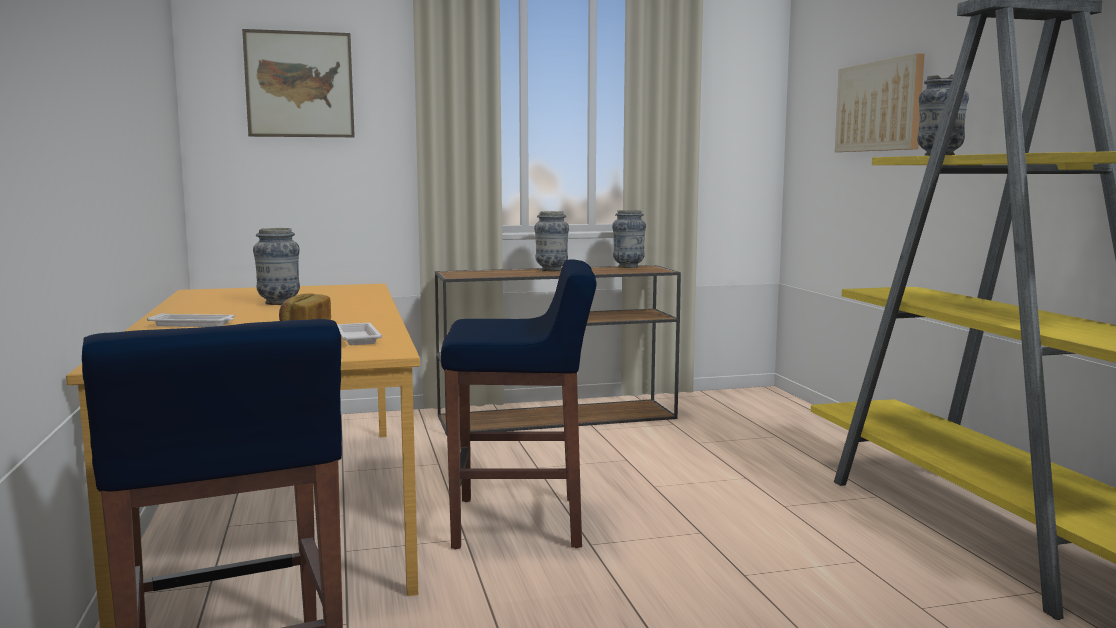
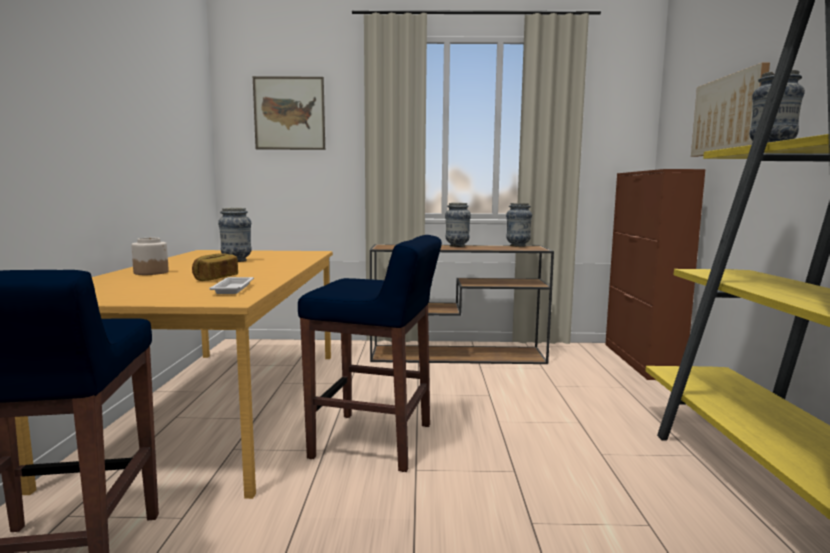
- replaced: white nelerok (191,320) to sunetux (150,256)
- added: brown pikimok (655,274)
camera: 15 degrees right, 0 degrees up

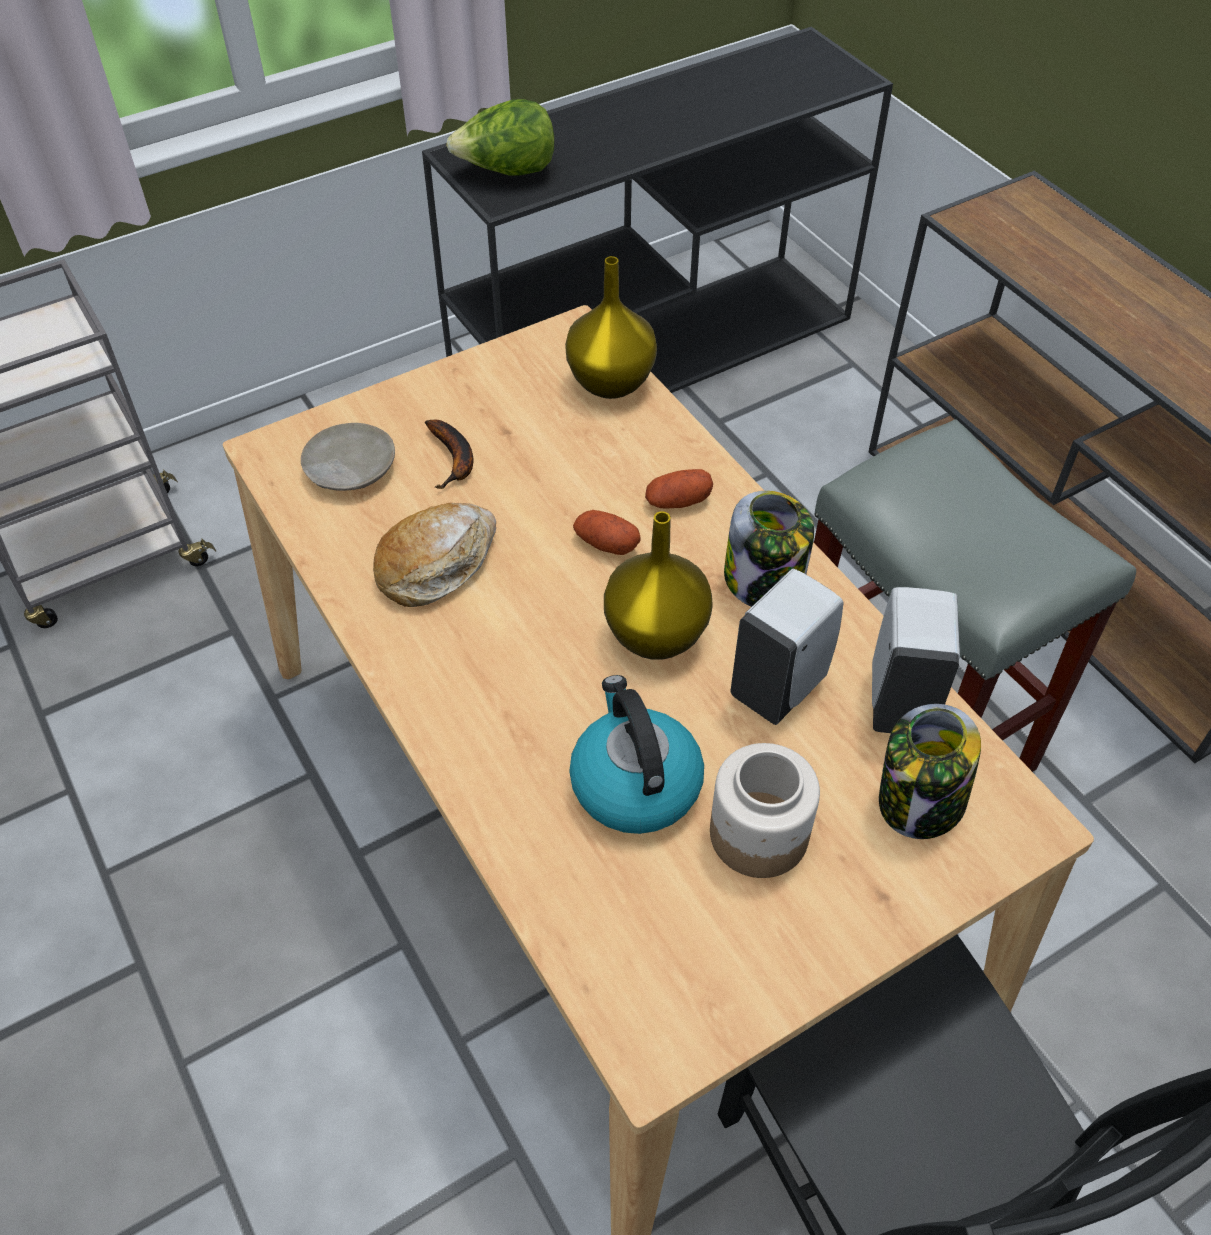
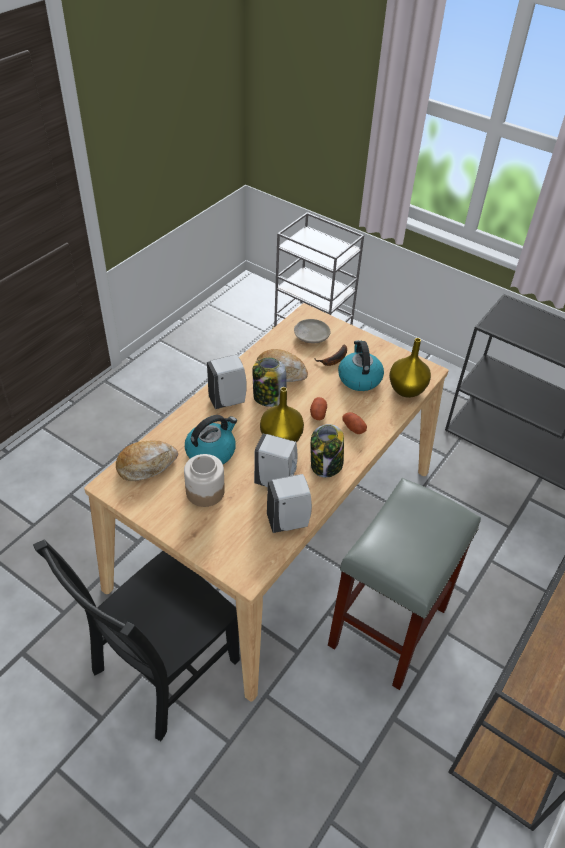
- removed: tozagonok (500,137)
- moved: sunetux (930,771) to (270,382)
- added: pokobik (147,460)
- added: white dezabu (227,381)
- added: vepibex (361,365)
camera: 65 degrees right, 5 degrees down

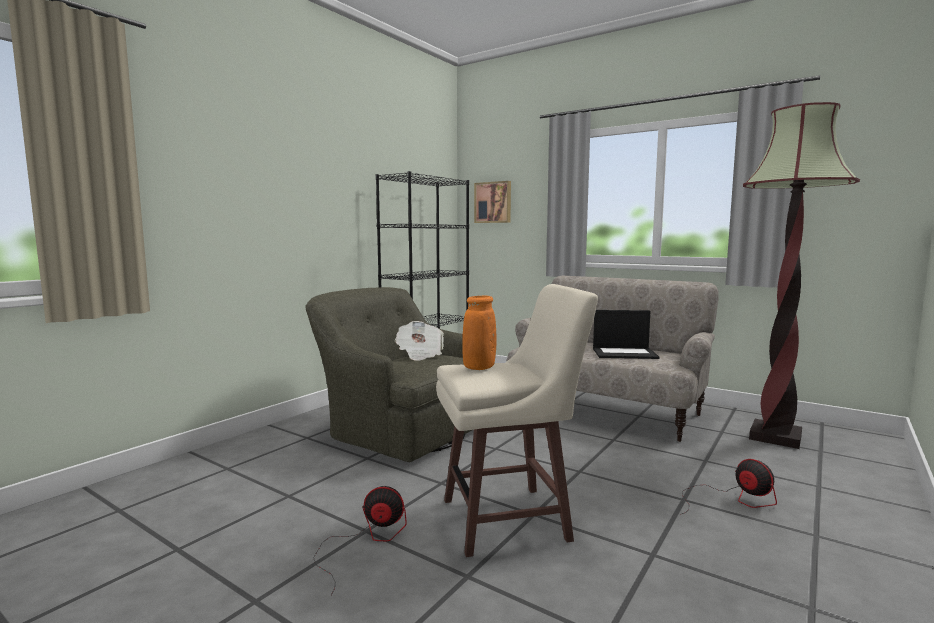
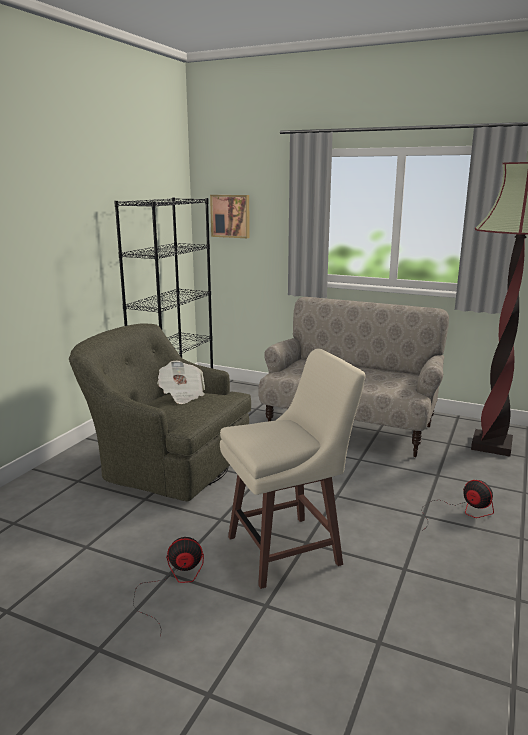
- removed: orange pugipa (479,333)
- removed: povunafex (626,334)
camera: 10 degrees left, 10 degrees up

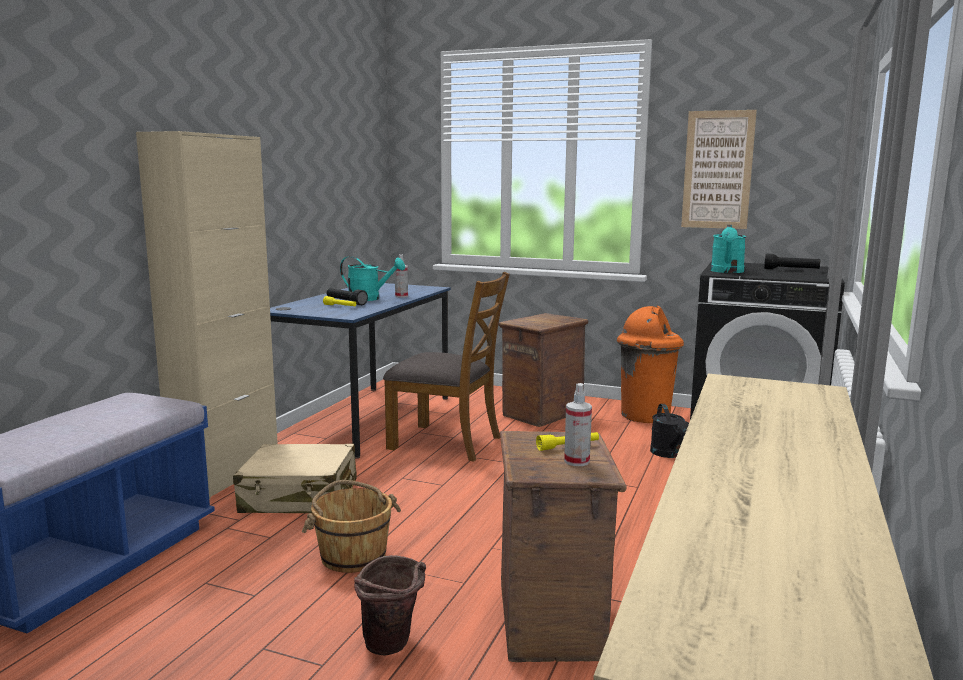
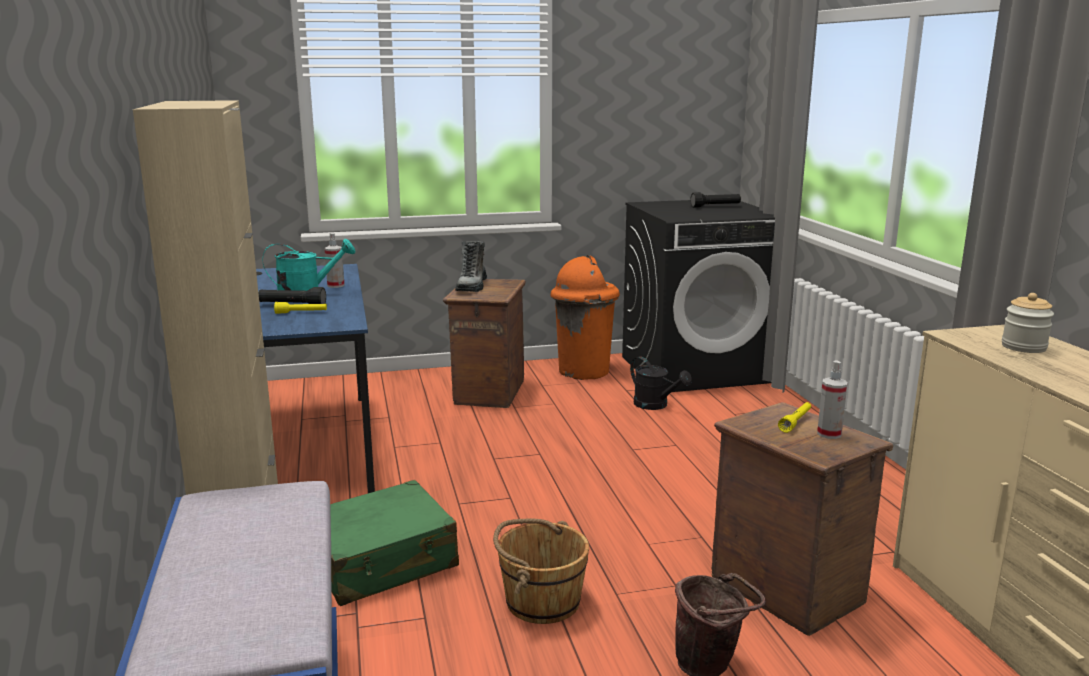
- recoloured: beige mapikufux (295,478) to green mapikufux (394,543)
- removed: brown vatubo (446,366)
- removed: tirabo (719,169)
- removed: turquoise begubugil (728,249)
- added: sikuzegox (471,266)
- added: sunetux (1028,323)
camera: 35 degrees left, 5 degrees up

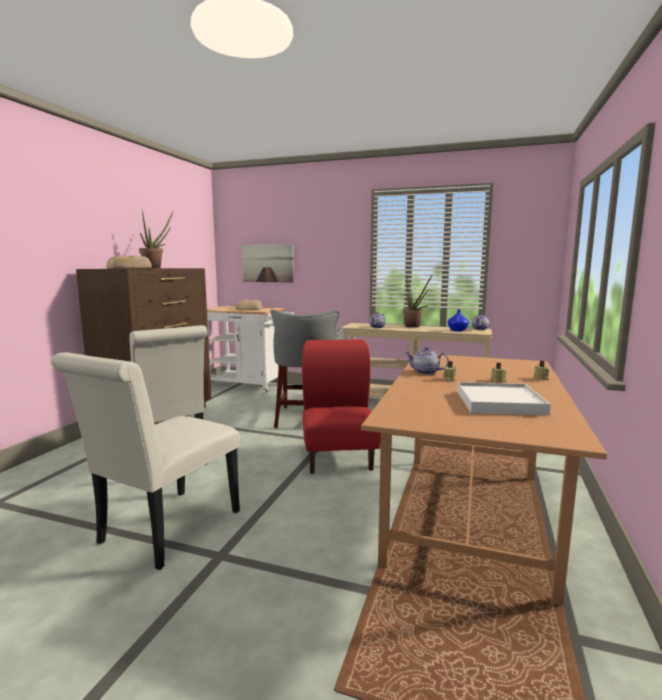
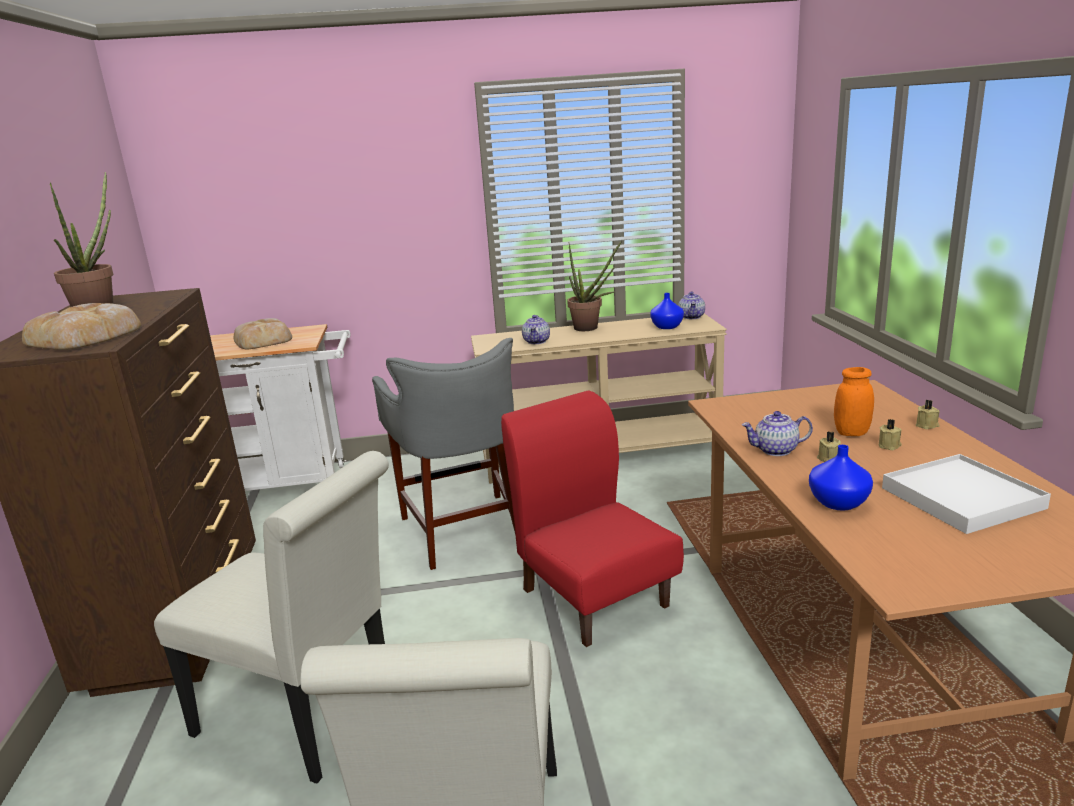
- removed: tirabo (268,263)
- added: blue pugipa (841,478)
- added: orange sunetux (854,401)
camera: 25 degrees left, 10 degrees up

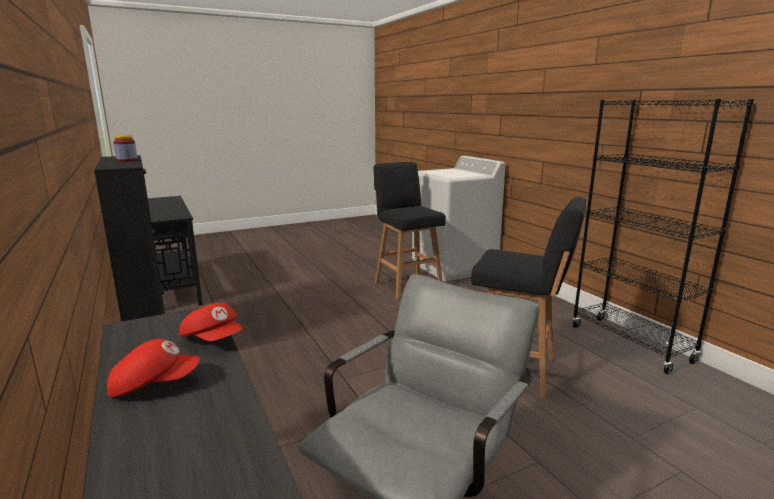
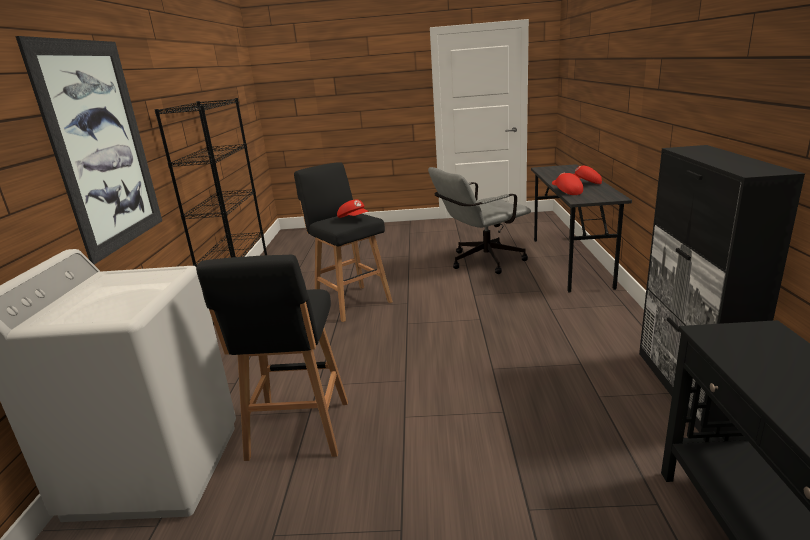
- removed: sunetux (125,148)
- added: tirabo (88,150)
- added: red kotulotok (352,209)
camera: 150 degrees left, 5 degrees up

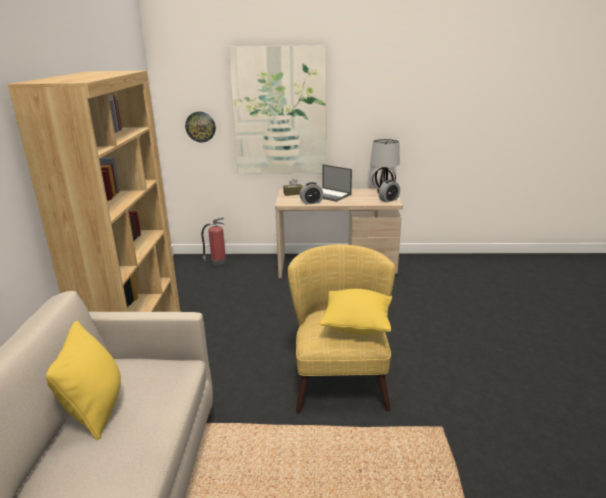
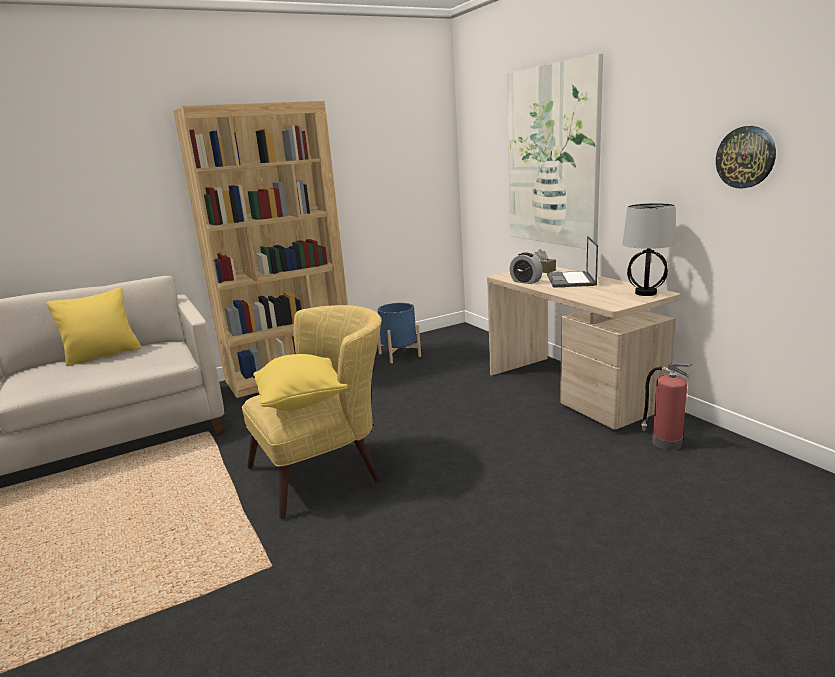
- moved: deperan (200,127) to (746,157)
- moved: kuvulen (214,241) to (667,406)
- removed: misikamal (389,191)
- added: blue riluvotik (399,333)
camera: 60 degrees right, 5 degrees down

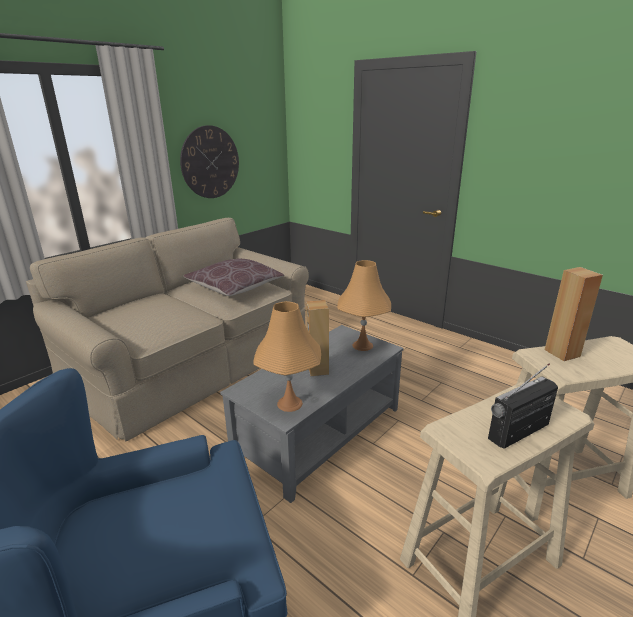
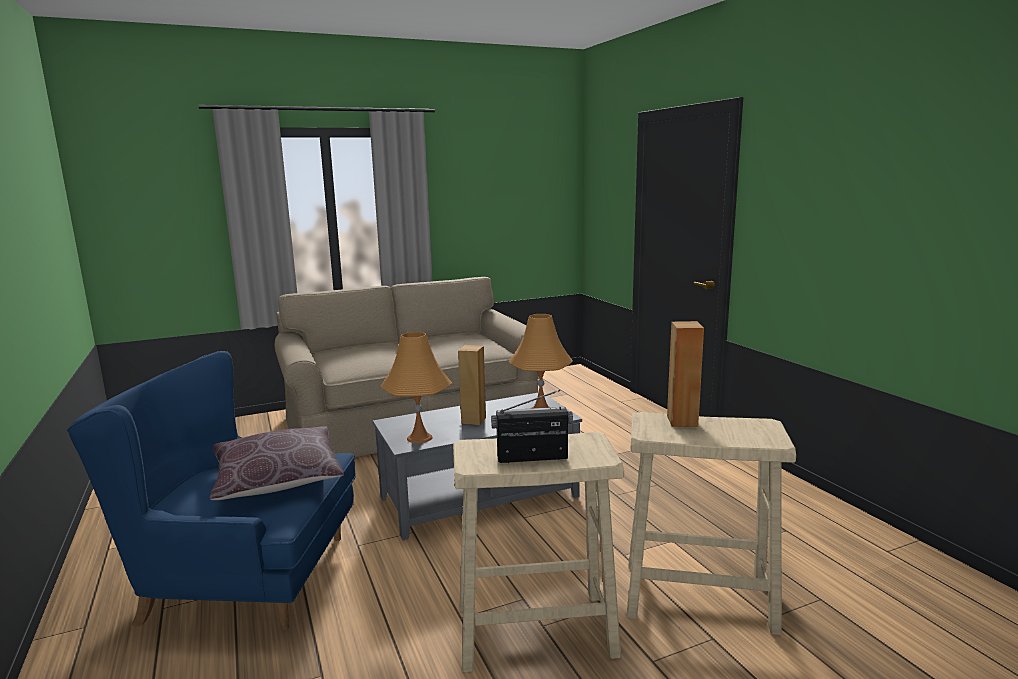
- removed: deperan (209,161)
- moved: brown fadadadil (234,277) to (277,463)
camera: 25 degrees right, 10 degrees down

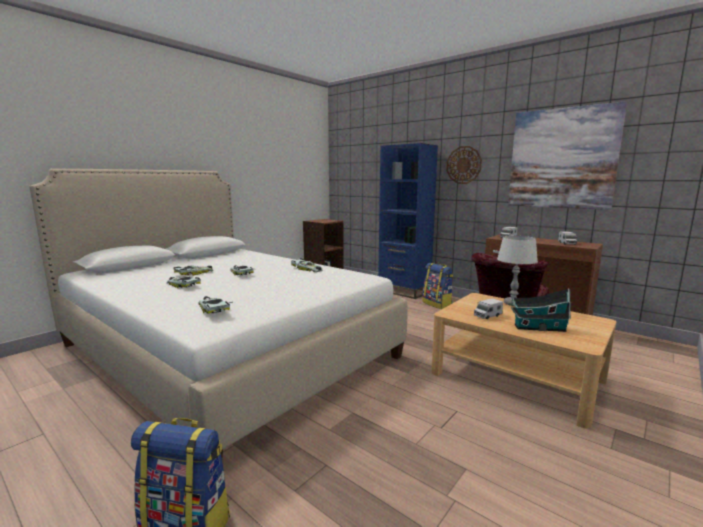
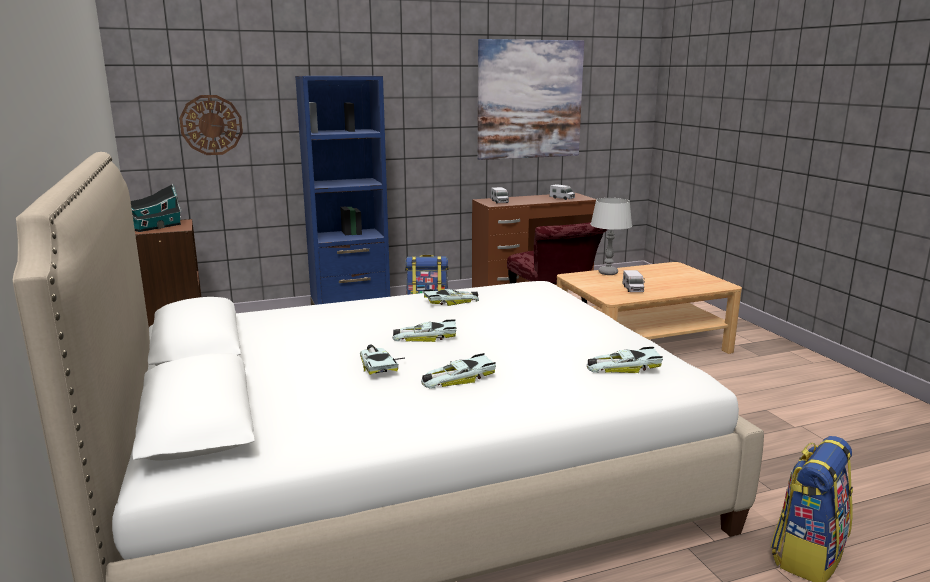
- moved: deperan (464,165) to (211,125)
- moved: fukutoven (541,310) to (156,208)
camera: 60 degrees left, 5 degrees up

